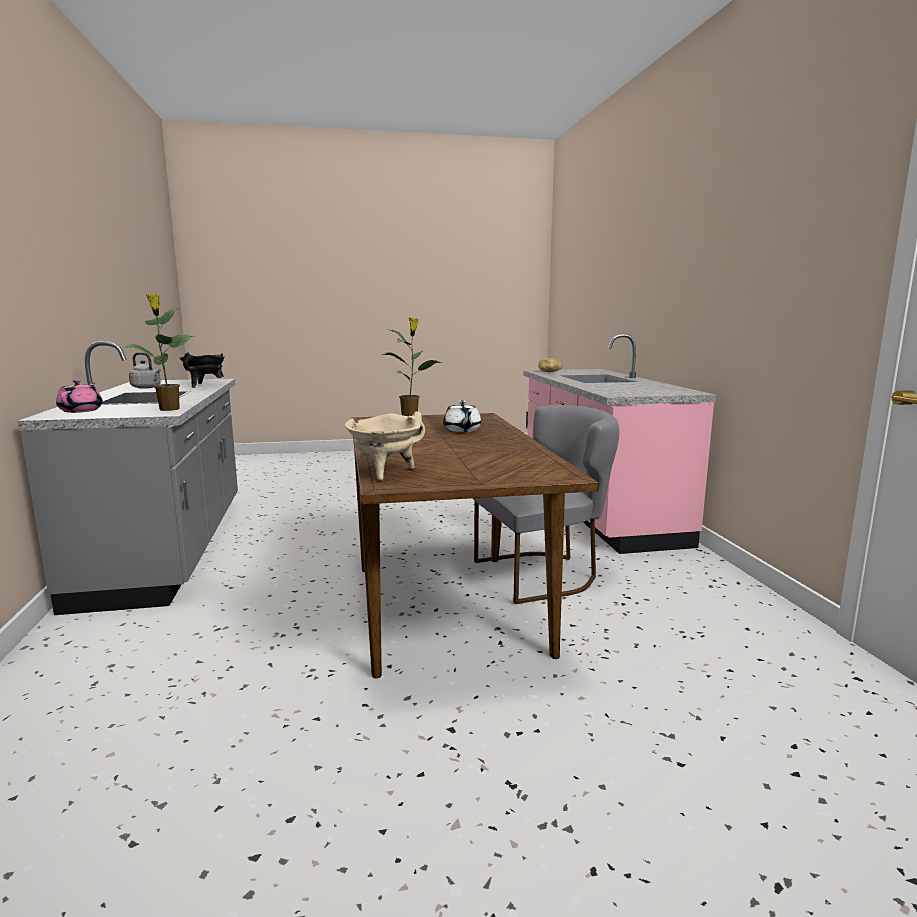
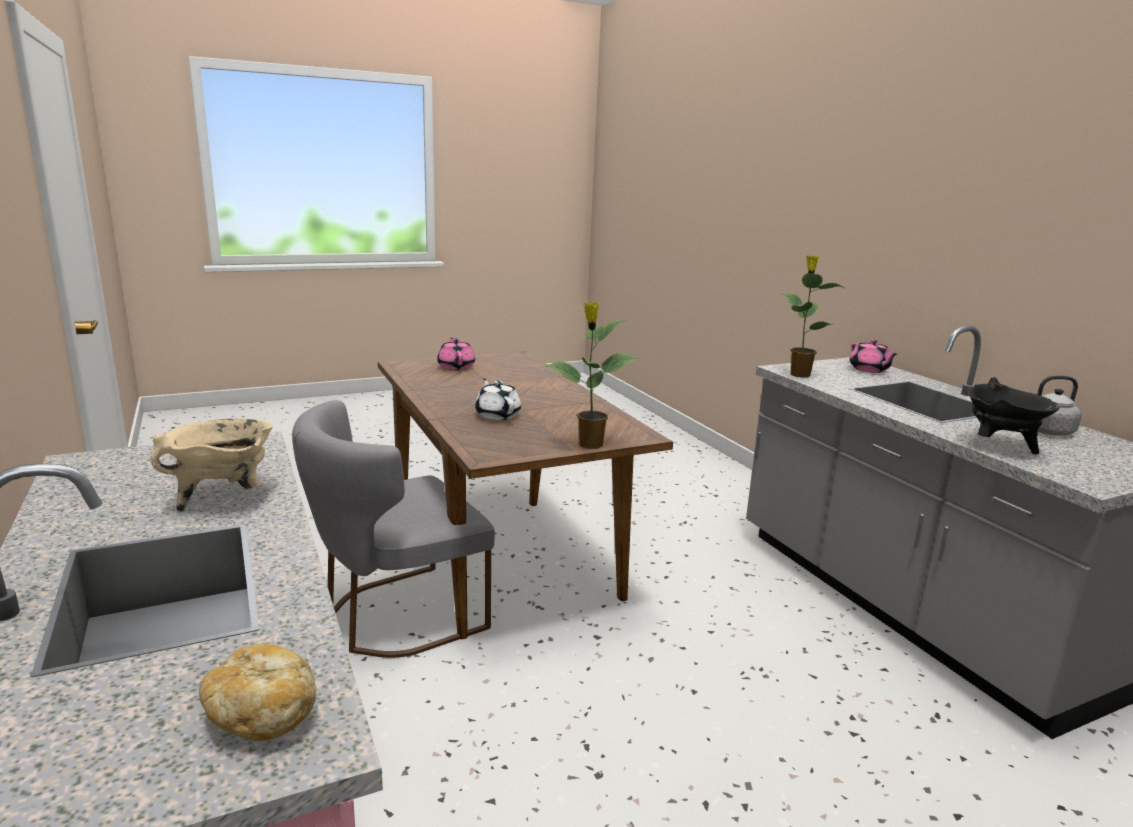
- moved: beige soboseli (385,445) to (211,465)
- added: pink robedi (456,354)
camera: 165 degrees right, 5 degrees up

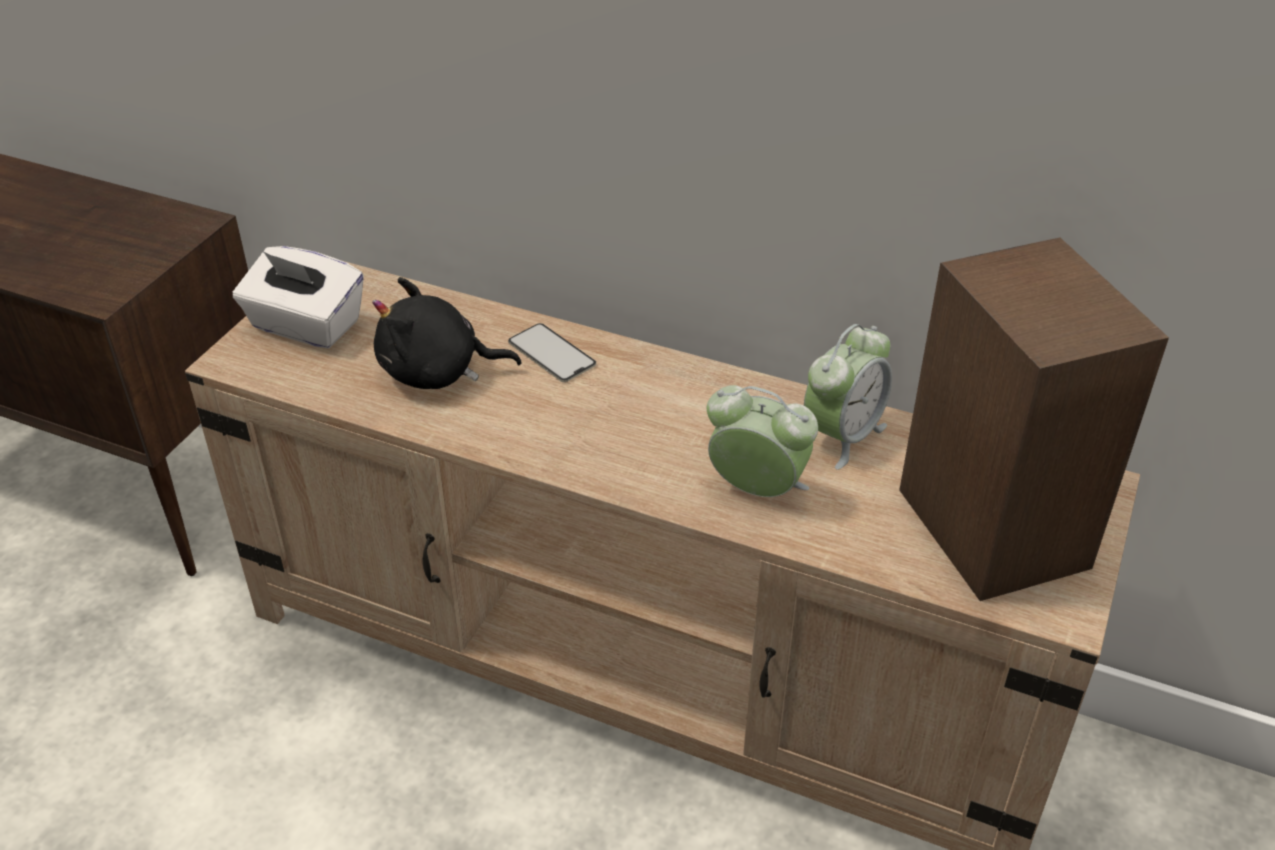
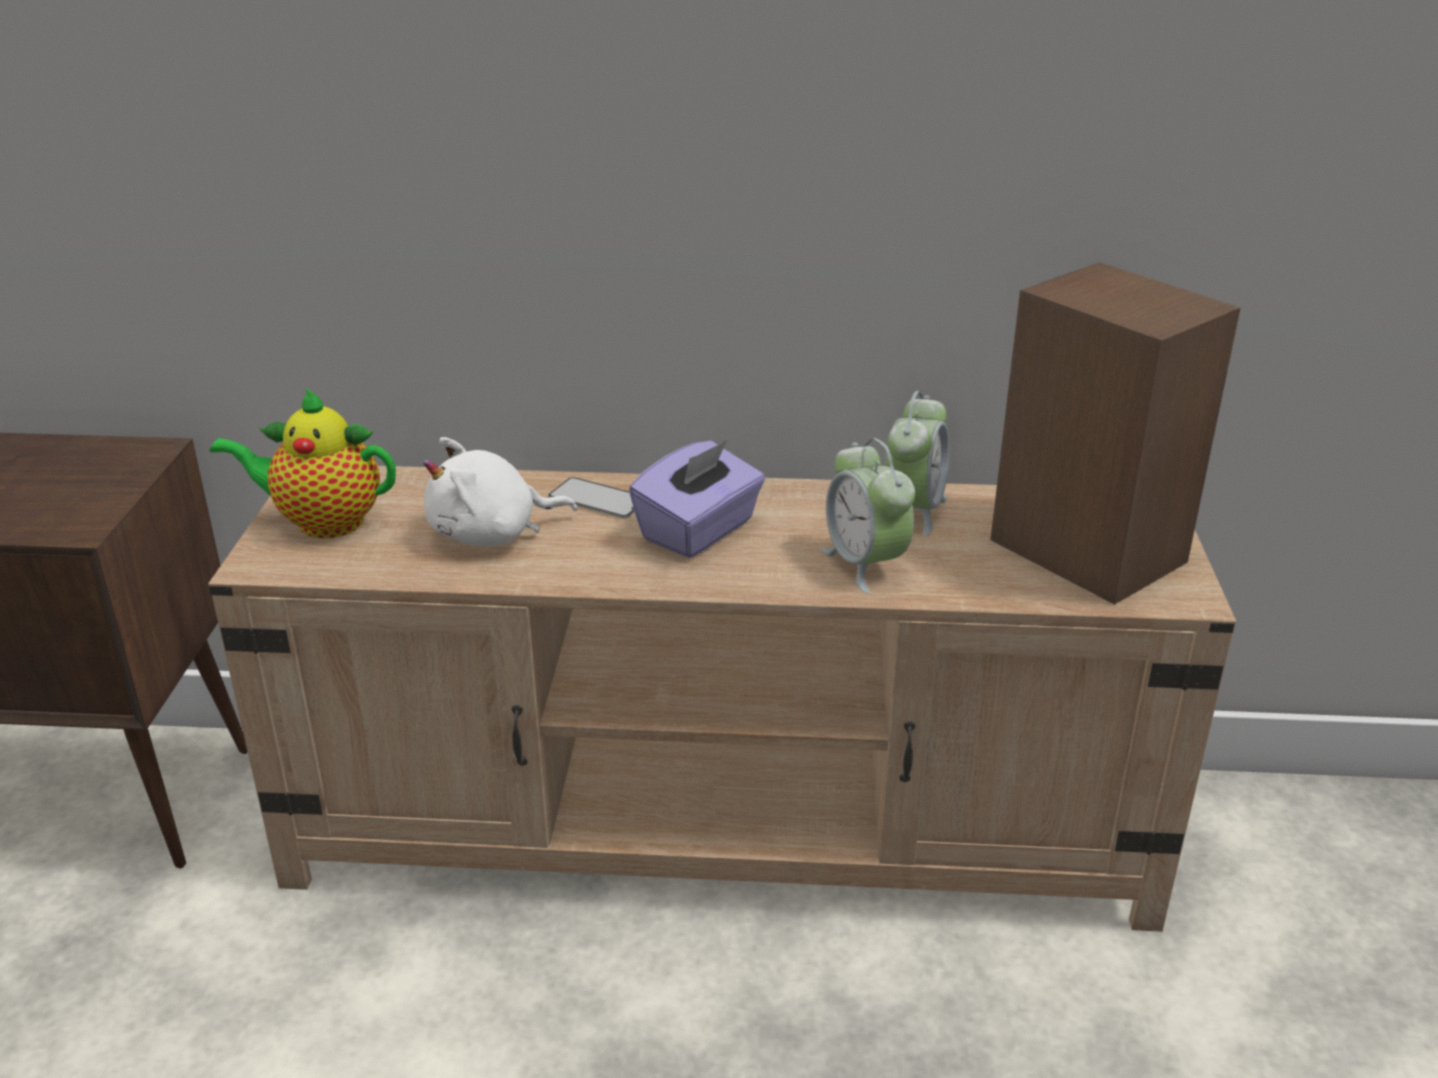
- replaced: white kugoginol (298,297) to robedi (303,463)
- recoloured: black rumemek (447,333) to white rumemek (500,492)
- turned: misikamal (762,441) = (868,515) 120 degrees counterclockwise
- added: purple kugoginol (697,499)
camera: 20 degrees left, 10 degrees down

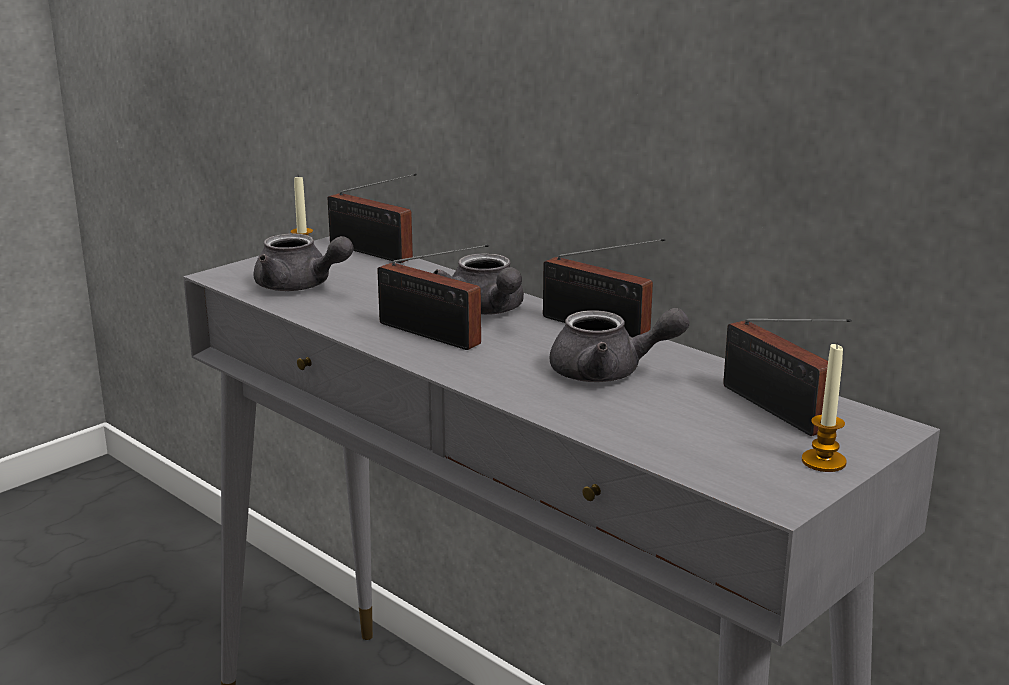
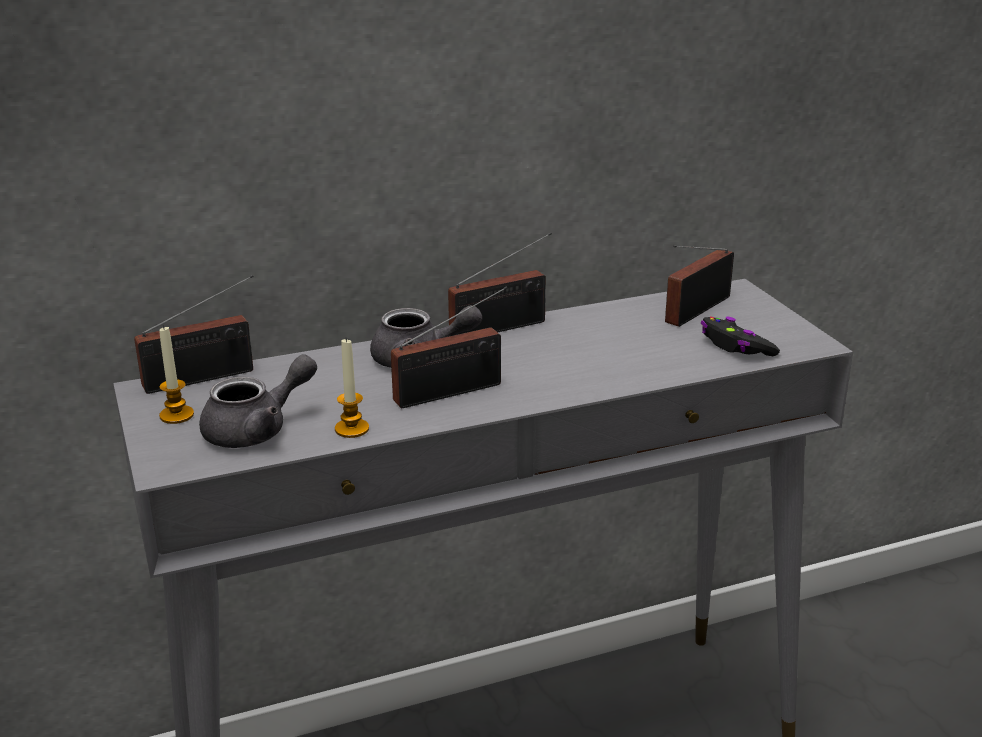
- removed: grey robedi (619,345)
- turned: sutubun (787,377) = (699,286) 135 degrees clockwise
- moved: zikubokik (824,407) to (352,388)
- added: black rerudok (740,337)
camera: 65 degrees left, 5 degrees up

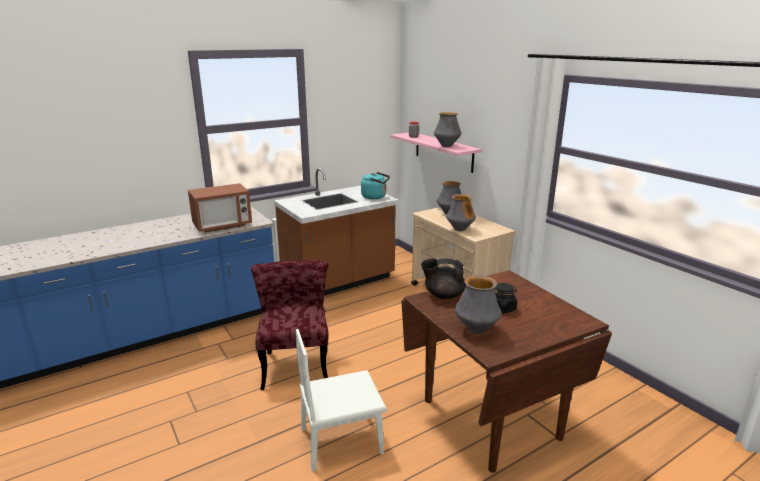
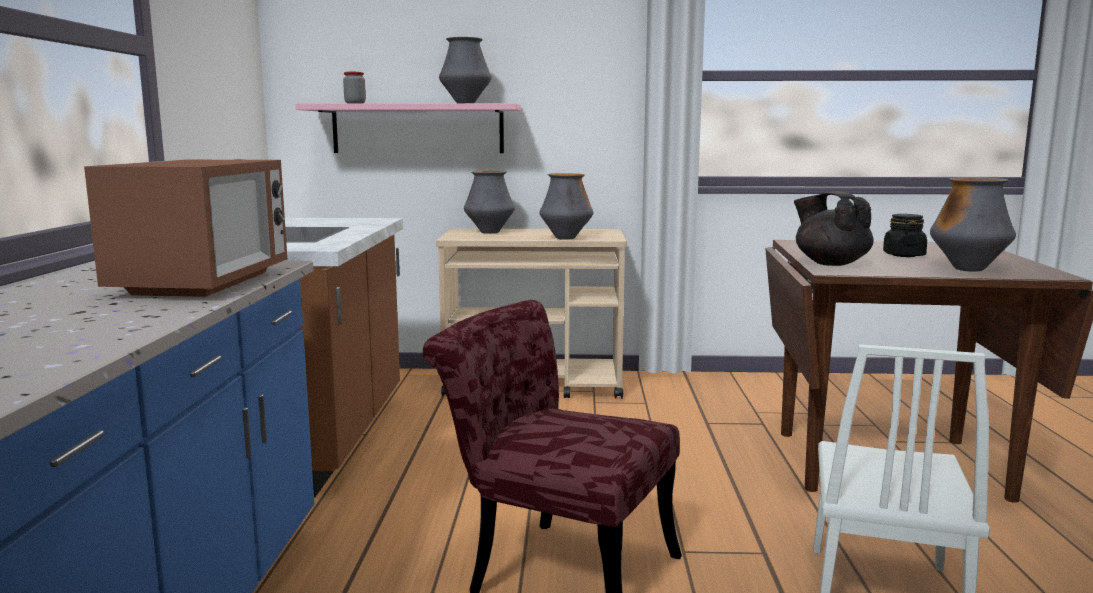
- removed: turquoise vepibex (375,185)
- turned: black robedi (443,278) = (834,228) 105 degrees clockwise
camera: 55 degrees left, 10 degrees down

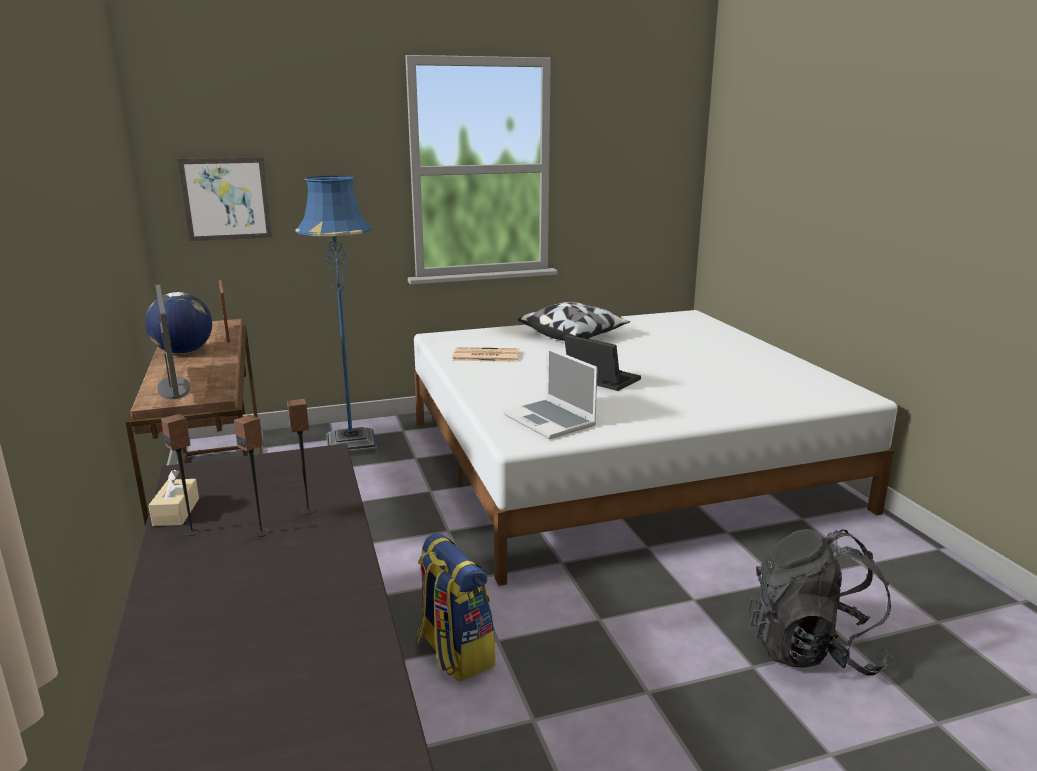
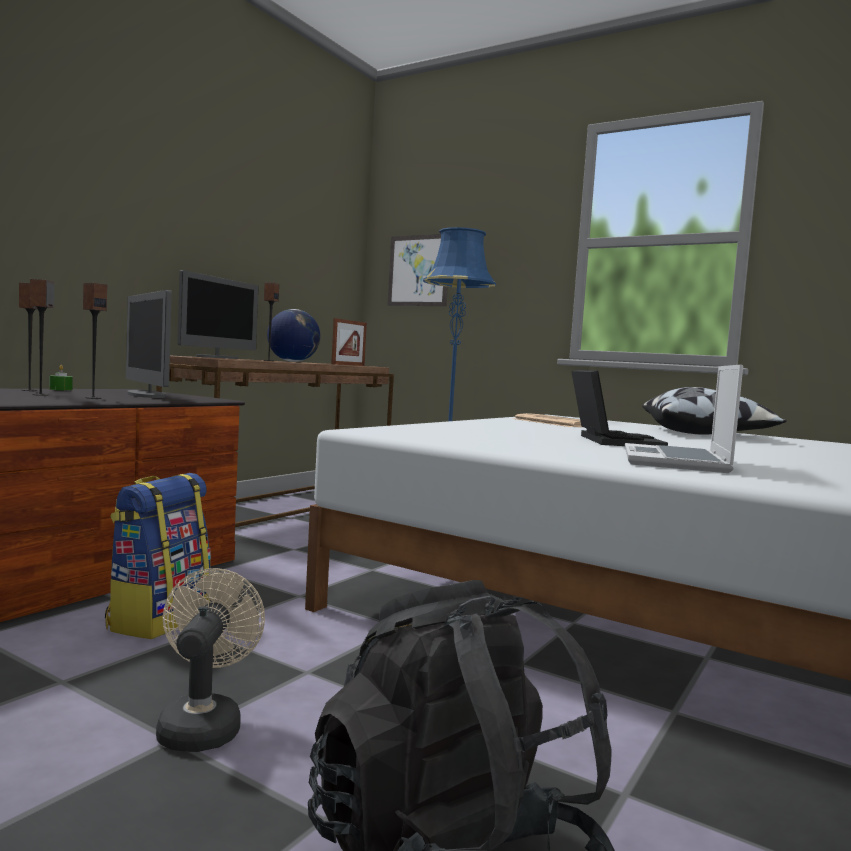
- replaced: beige kugoginol (173,498) to green zikubokik (61,377)
- moved: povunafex (550,393) to (684,419)
- added: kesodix (149,344)
- added: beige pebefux (210,660)
- added: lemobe (271,321)
camera: 50 degrees right, 15 degrees down

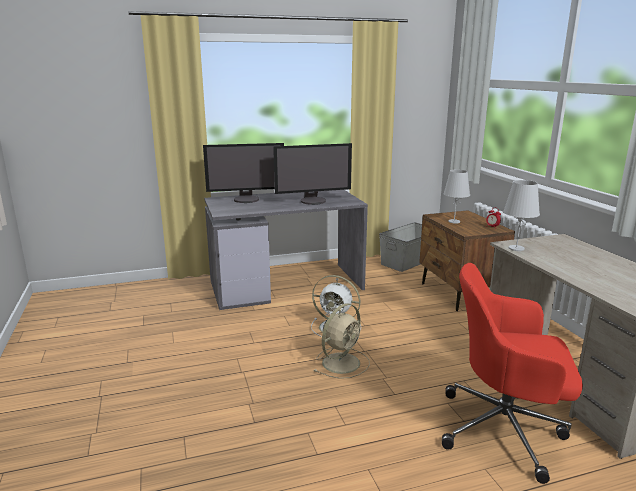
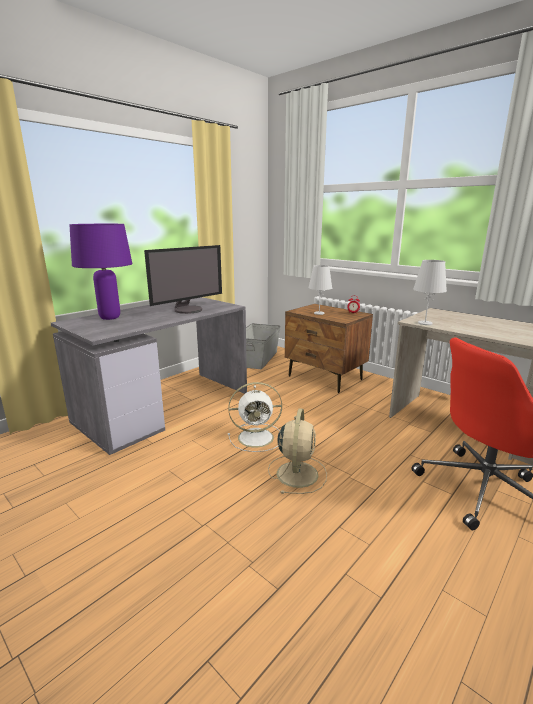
- replaced: kesodix (243,173) to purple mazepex (100,272)
camera: 30 degrees left, 0 degrees up

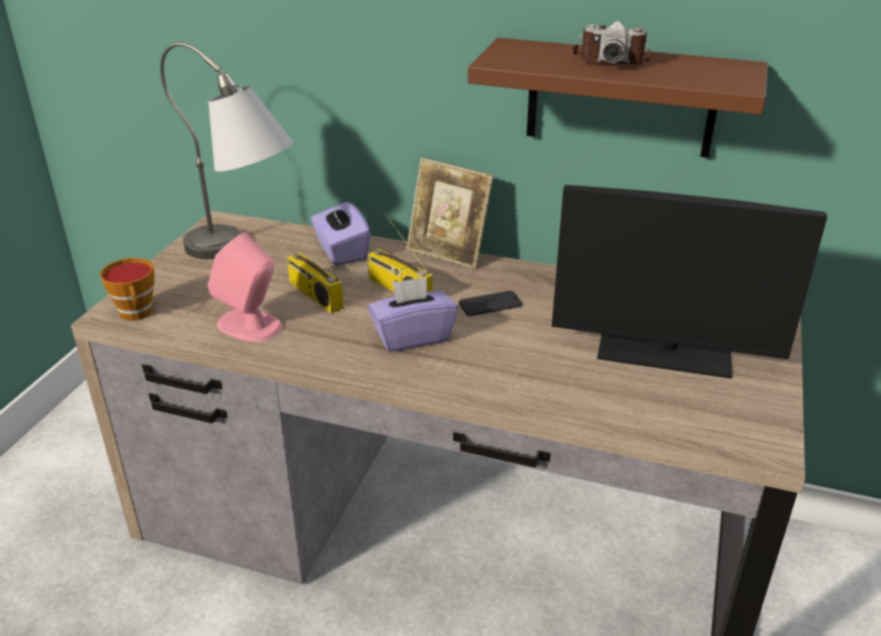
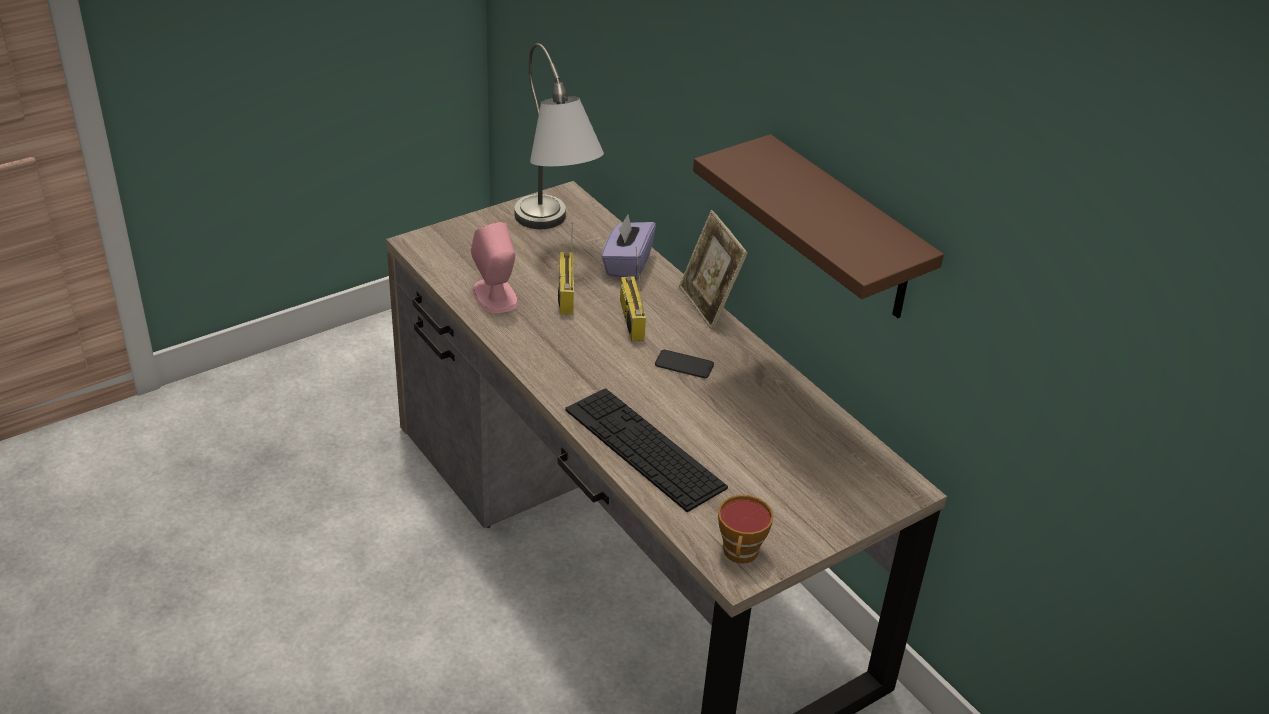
- moved: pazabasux (127,289) to (746,529)
- removed: purple kugoginol (413,314)
- removed: kesodix (689,282)
- removed: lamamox (612,43)
- added: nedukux (646,450)
camera: 35 degrees right, 5 degrees up

